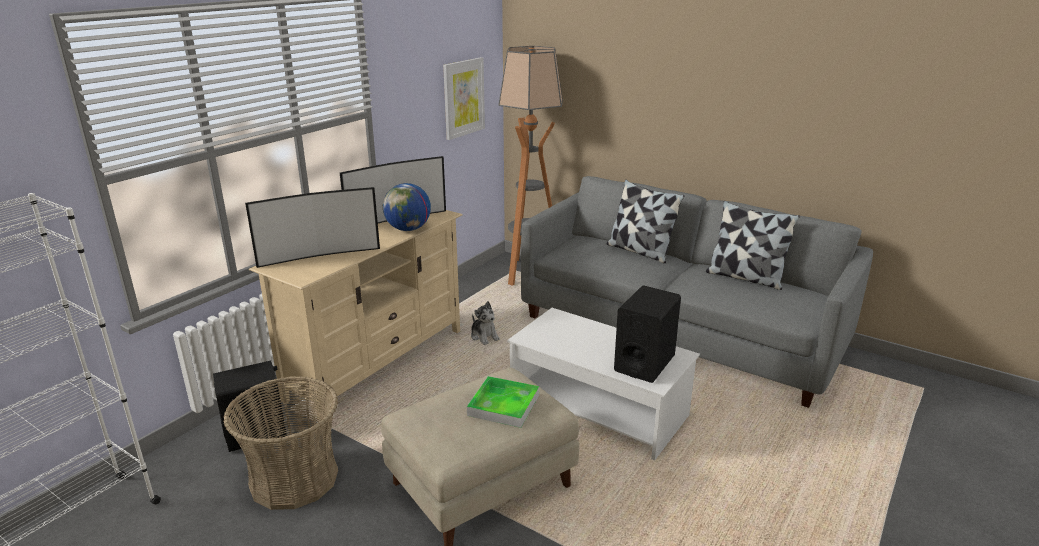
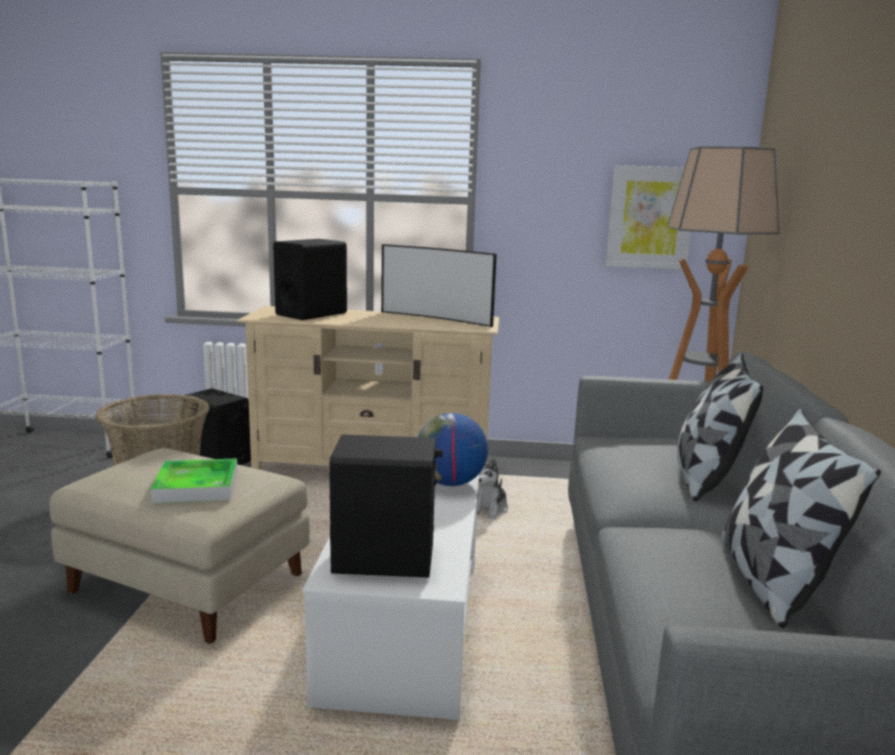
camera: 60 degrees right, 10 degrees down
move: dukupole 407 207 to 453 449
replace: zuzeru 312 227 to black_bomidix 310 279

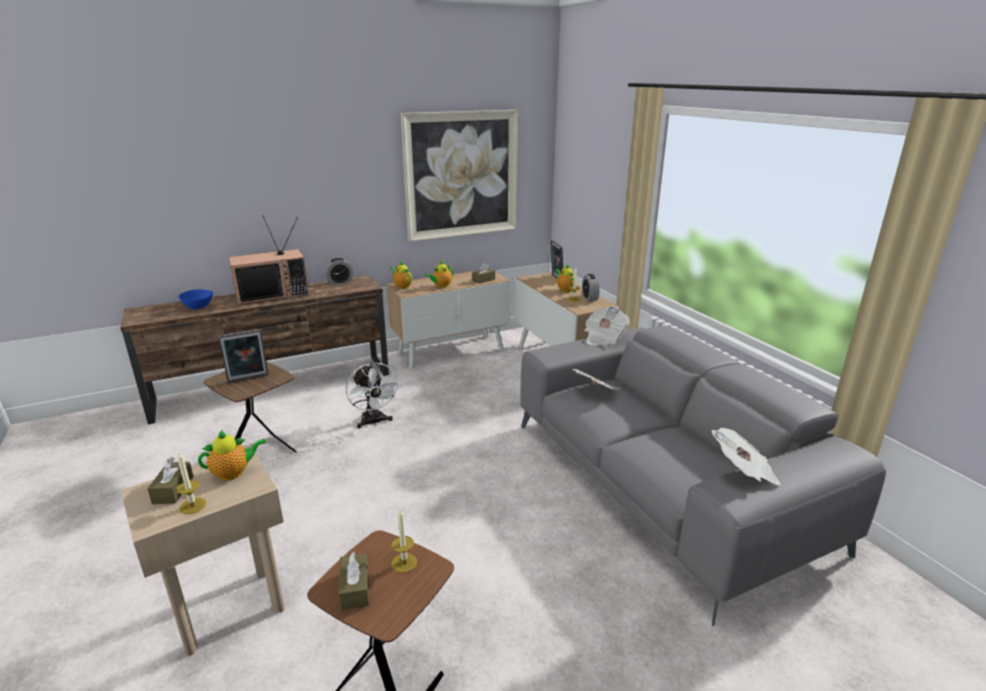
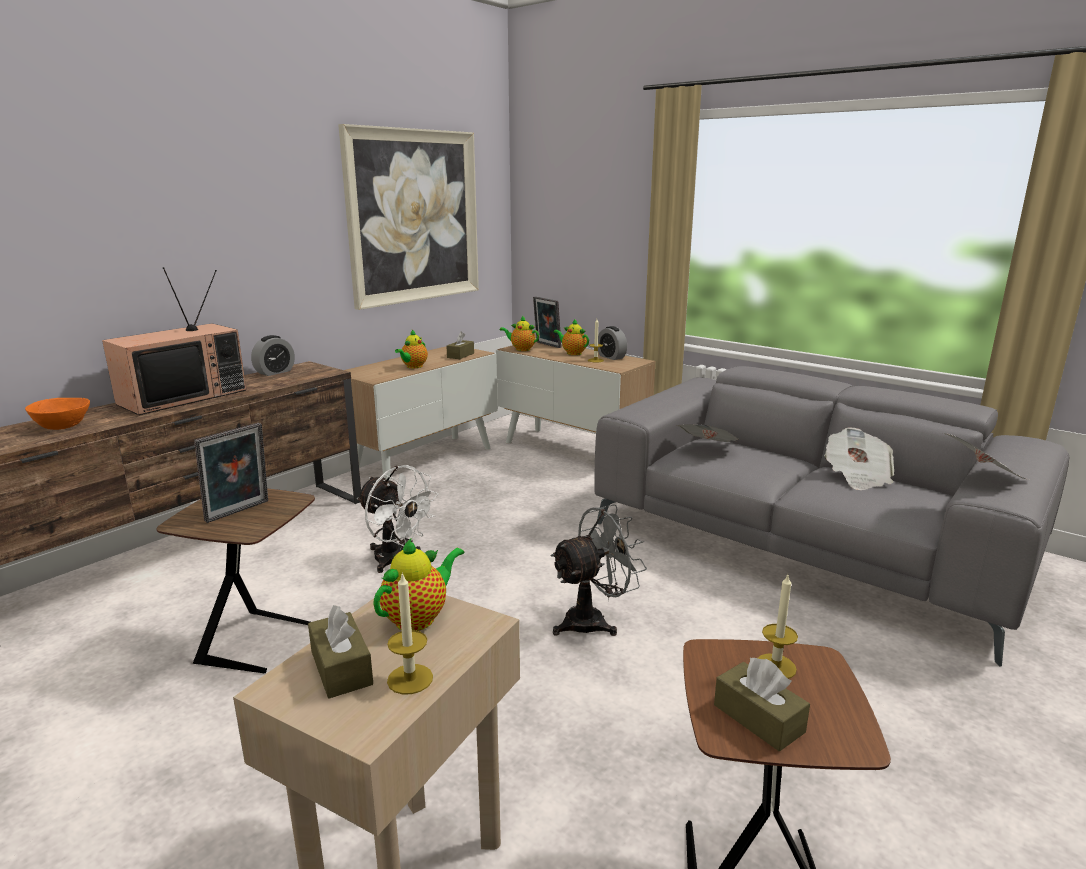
camera: 25 degrees left, 5 degrees down
insert: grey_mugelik 599 570
move: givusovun 401 275 to 519 333; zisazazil 607 325 to 859 458
recolor: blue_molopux 196 299 to orange_molopux 57 414

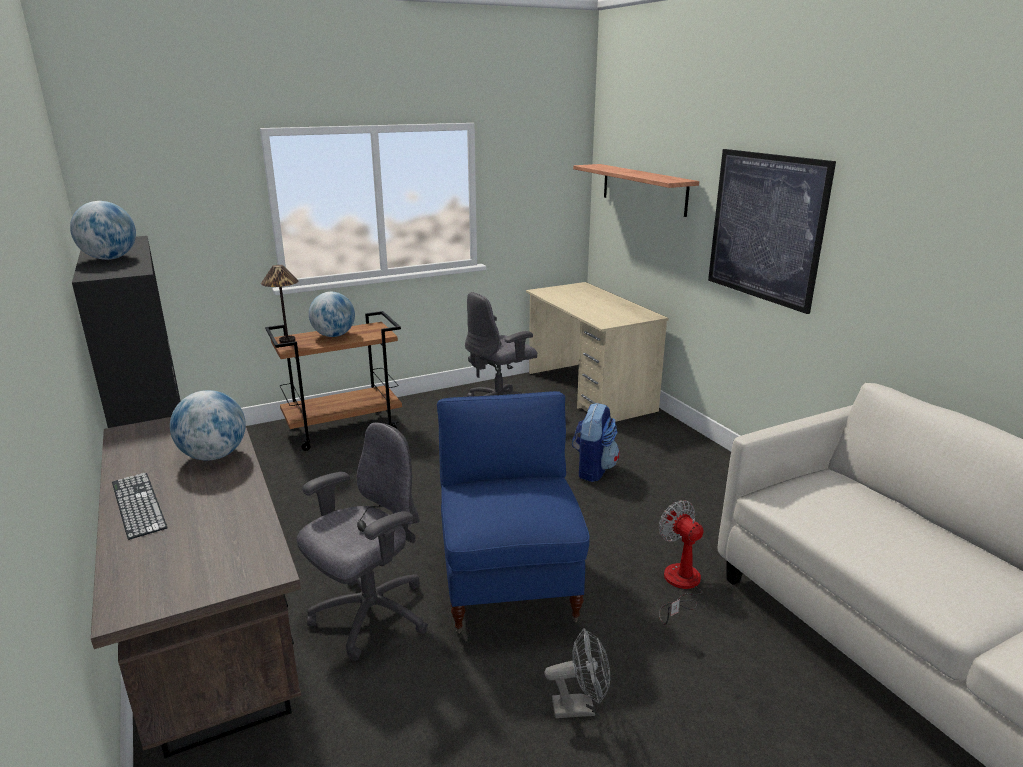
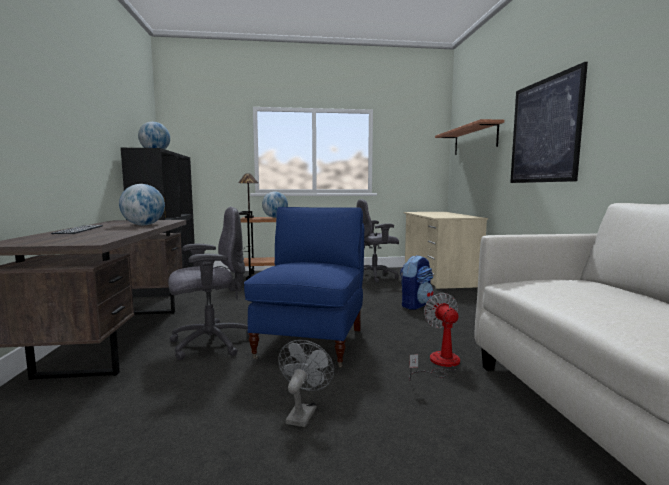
camera: 20 degrees right, 15 degrees down
rotate: grey_mugelik 577 673 = 306 383 90 degrees counterclockwise

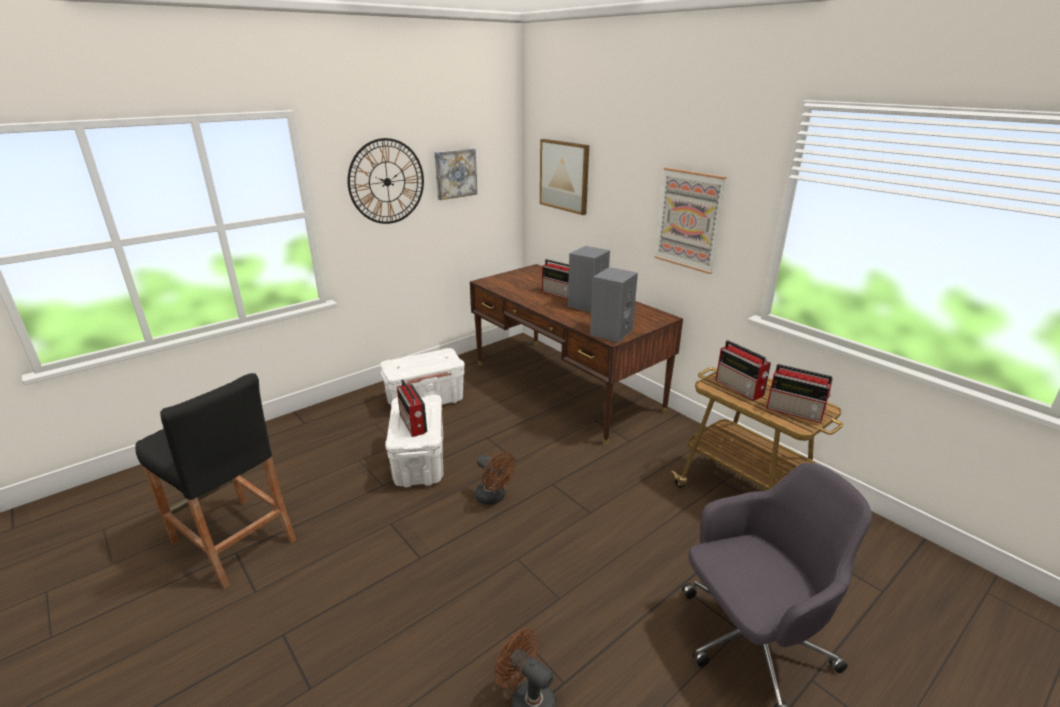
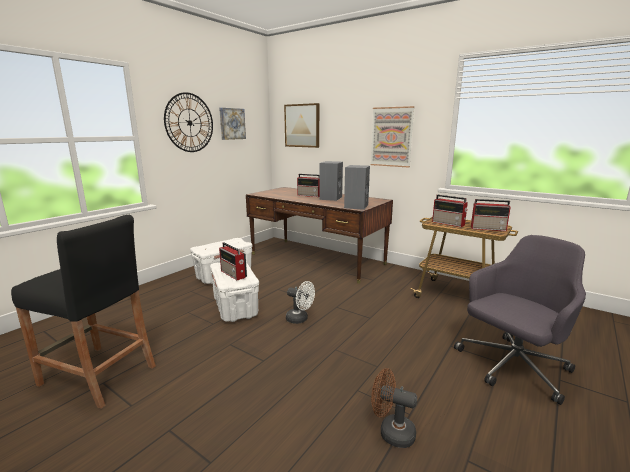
camera: 15 degrees left, 10 degrees down
recolor: brown_mugelik 495 478 to white_mugelik 300 302

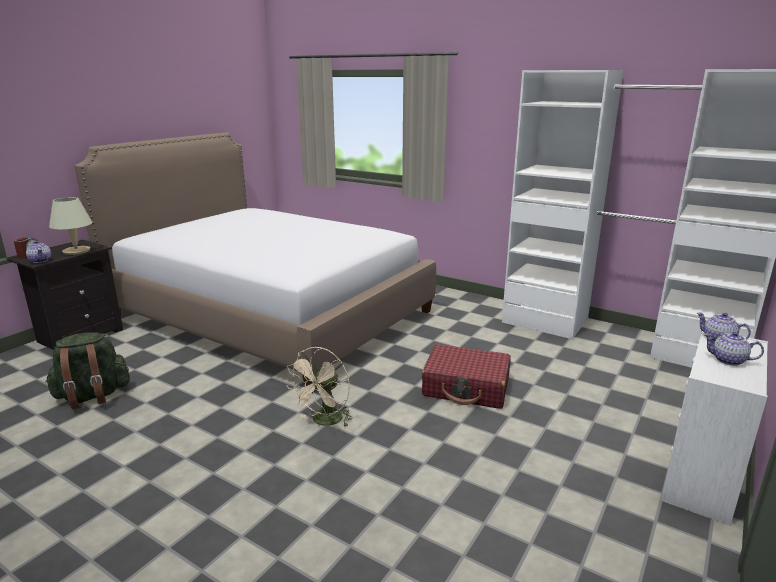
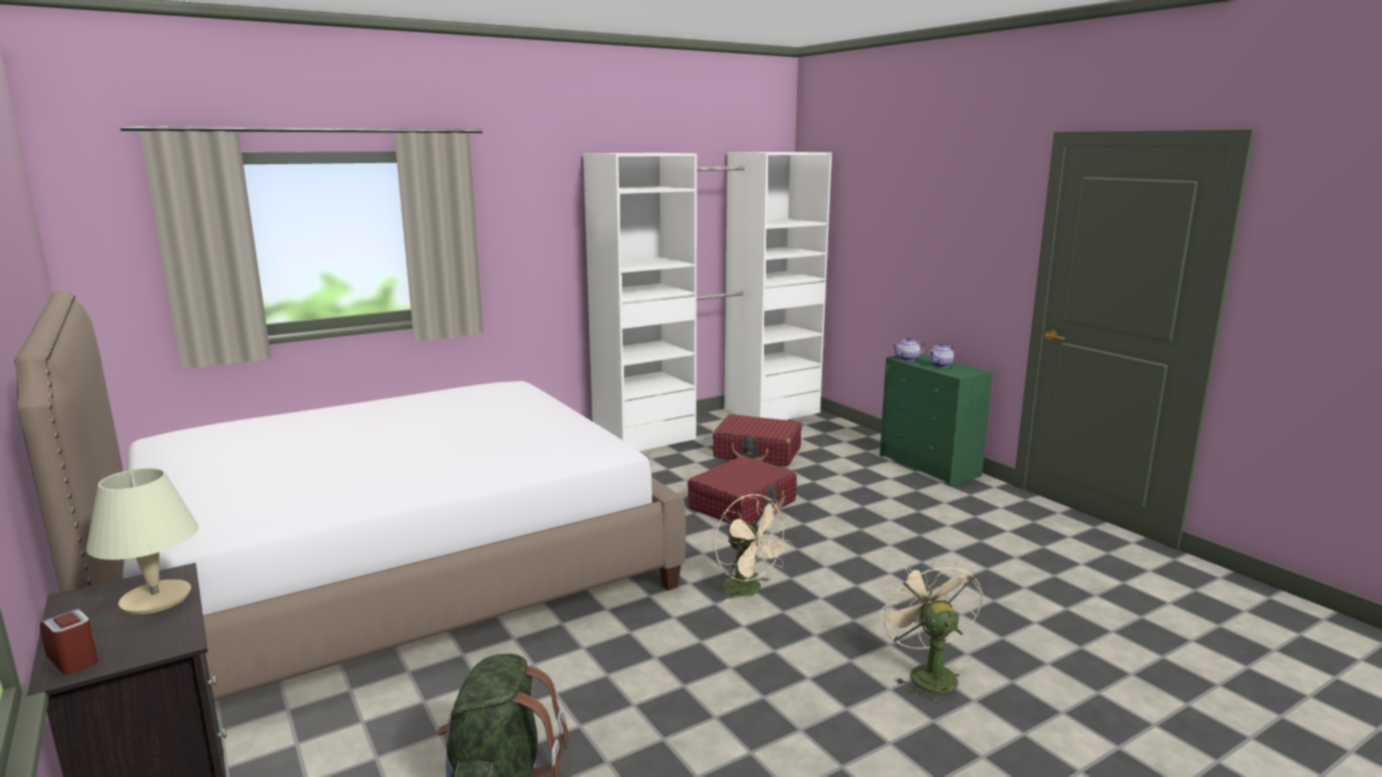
camera: 65 degrees left, 5 degrees down
delete: givusovun 38 252
insert: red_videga 757 440; beige_mugelik 931 630
recolor: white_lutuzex 714 428 to green_lutuzex 936 420

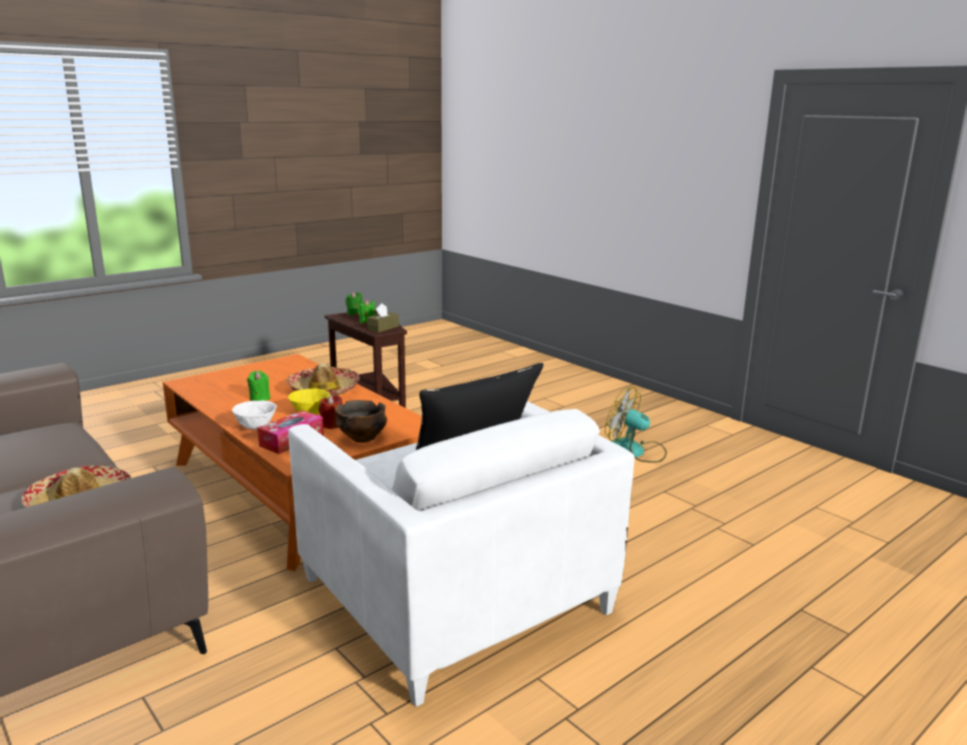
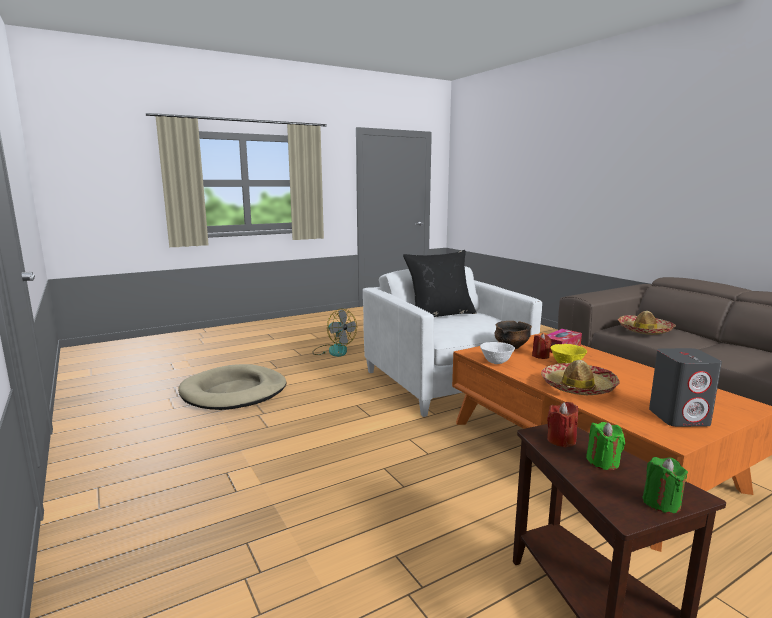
camera: 170 degrees left, 5 degrees down
delete: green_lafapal 258 386
insert: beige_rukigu 232 387; grey_bomidix 685 387
move: mugelik 636 425 to 334 332; white_molopux 254 415 to 497 353
replace: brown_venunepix 383 318 to red_lafapal 562 425

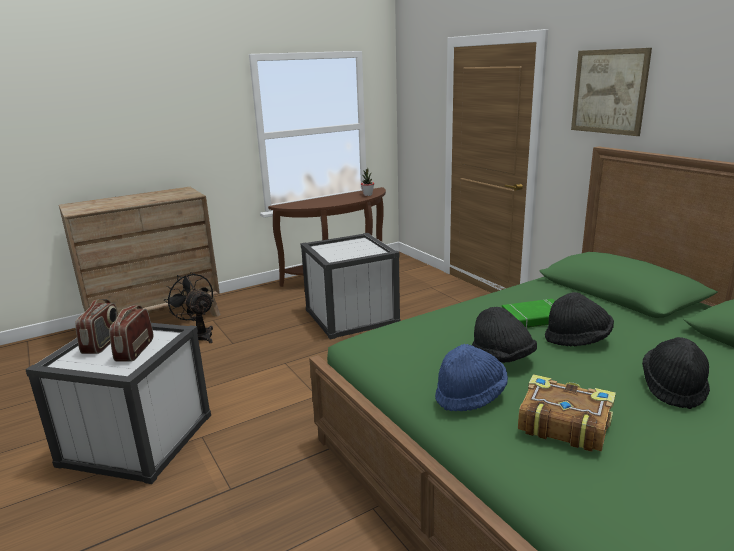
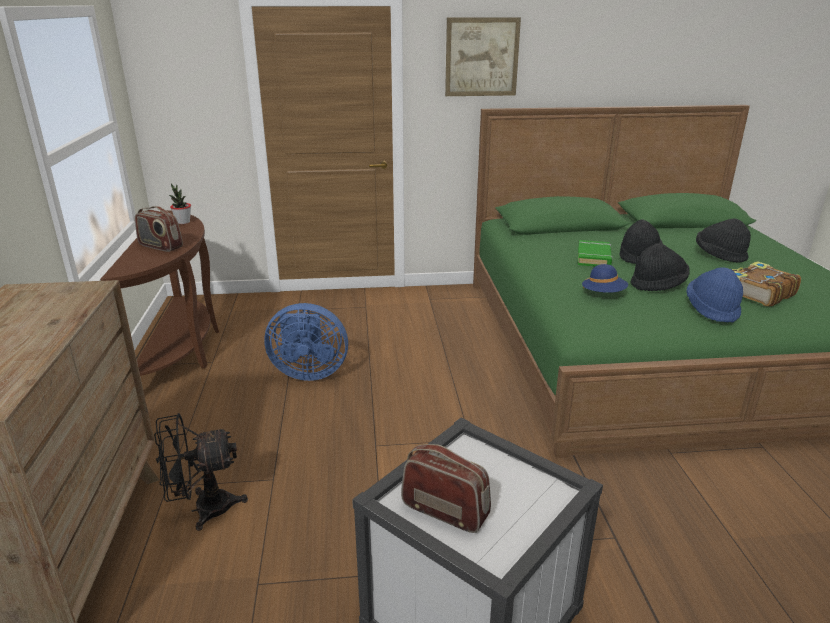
camera: 65 degrees left, 5 degrees up
insert: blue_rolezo 605 278
move: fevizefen 131 333 to 159 229
replace: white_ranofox 350 286 to blue_mugelik 306 342

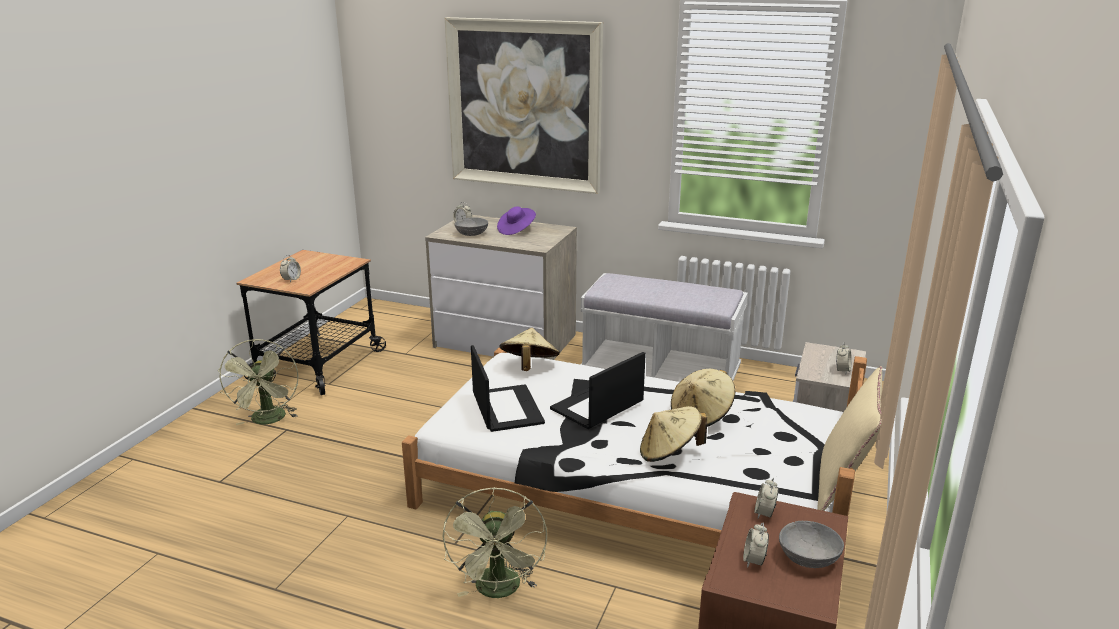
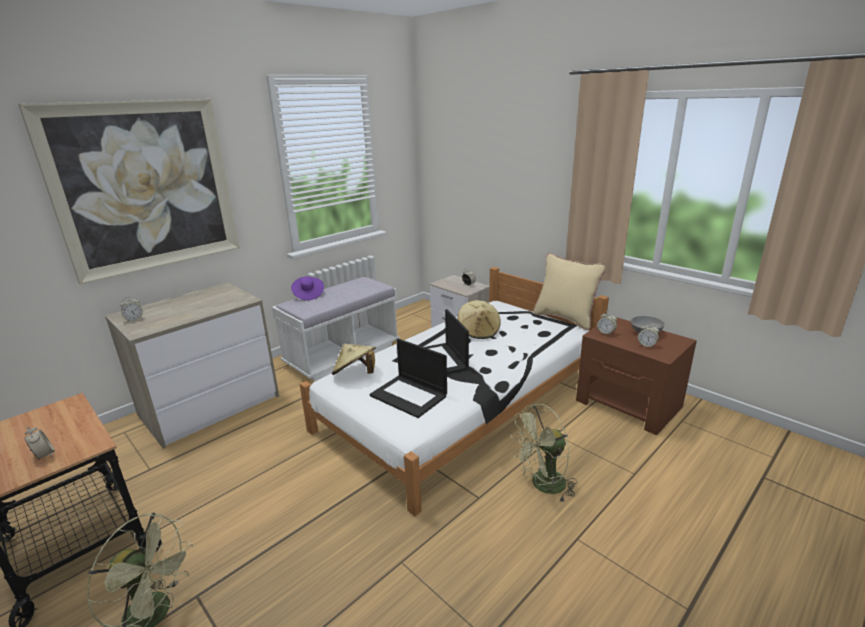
camera: 65 degrees left, 0 degrees up
delete: grey_molopux 471 226; beige_rolezo 673 434
move: purple_rolezo 516 221 to 307 288
rotate: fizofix 508 388 = 408 378 150 degrees counterclockwise; green_mugelik 494 542 = 544 453 135 degrees clockwise

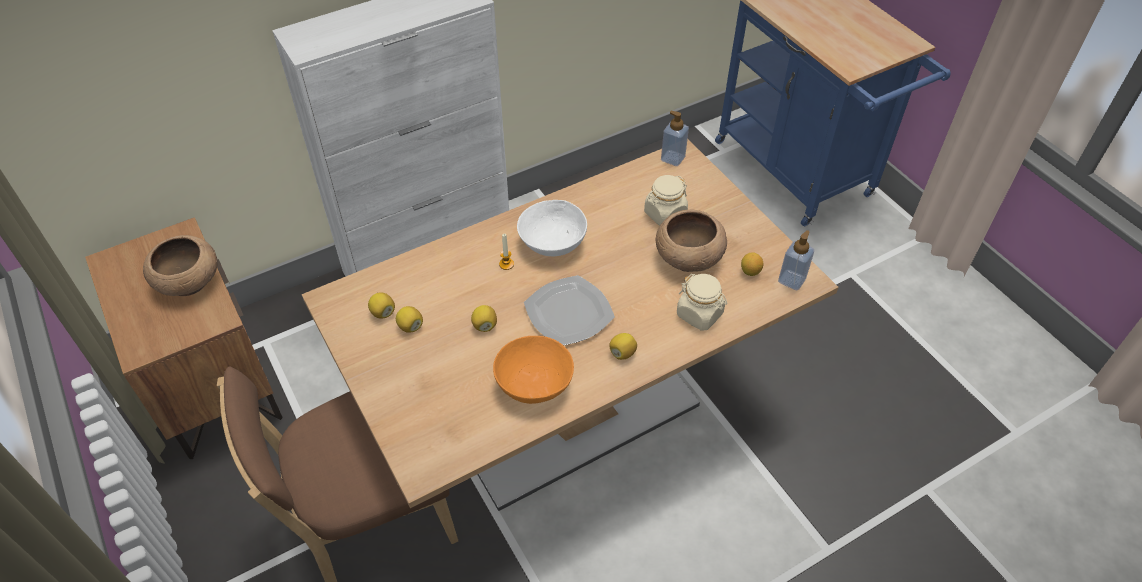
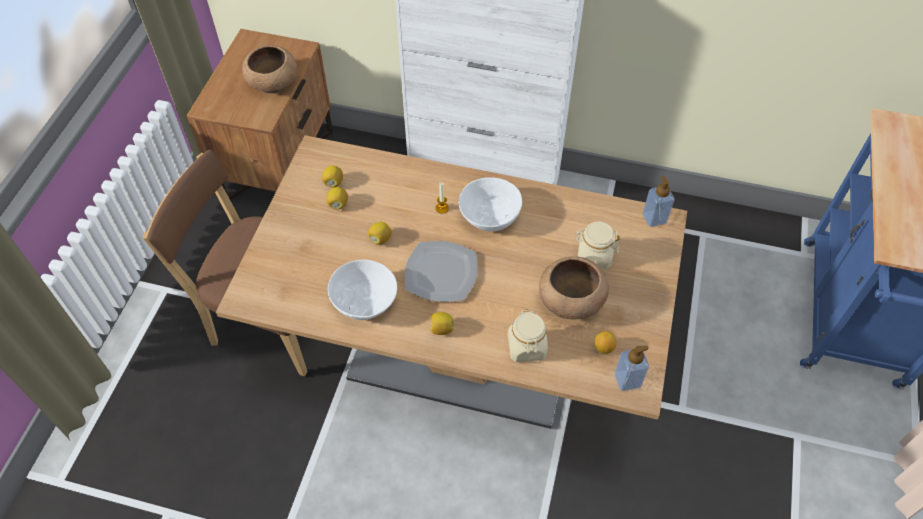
camera: 45 degrees right, 5 degrees up
recolor: orange_molopux 533 370 to white_molopux 362 290

